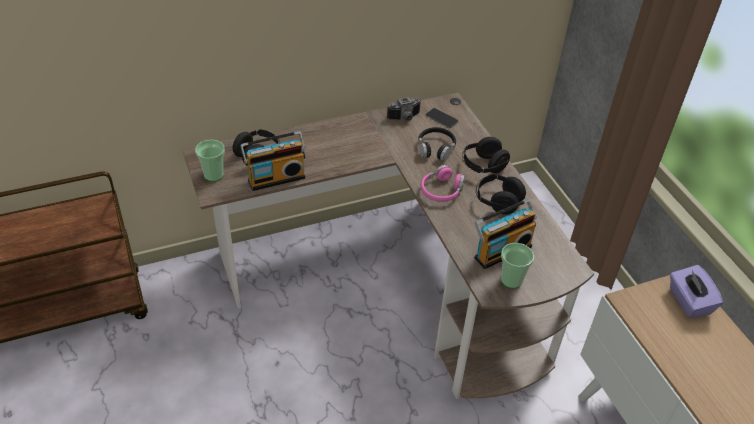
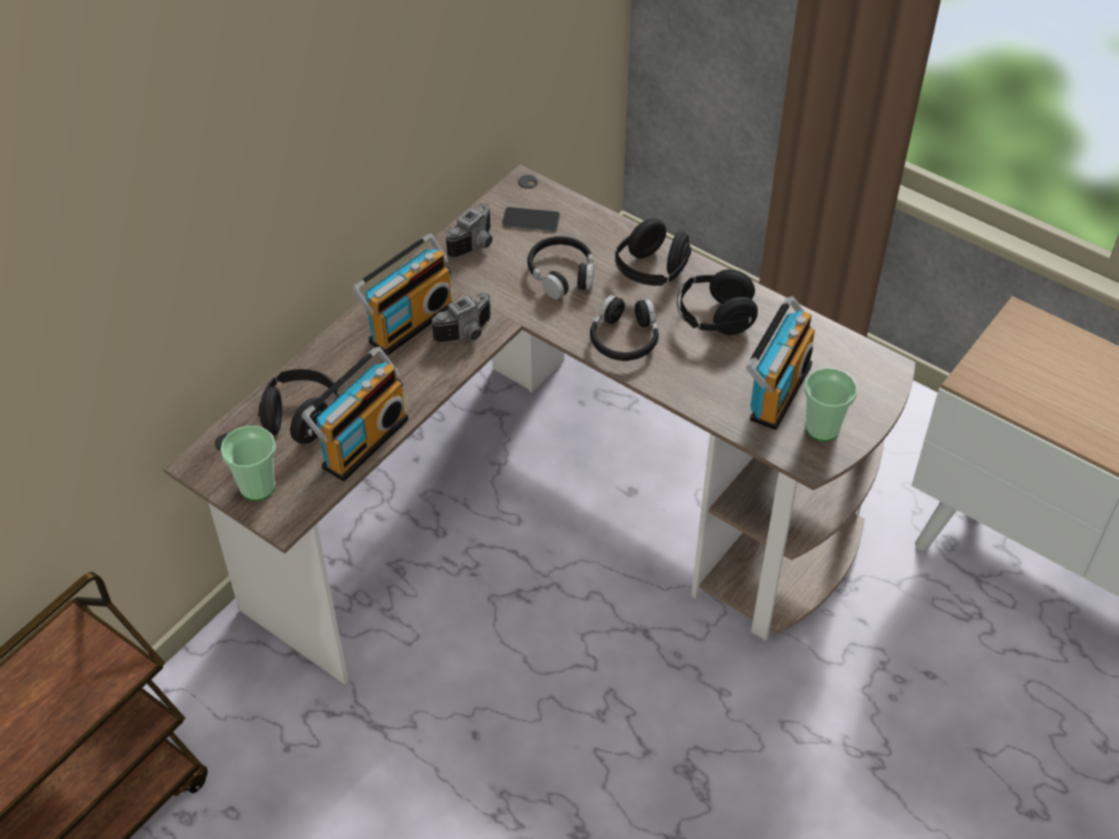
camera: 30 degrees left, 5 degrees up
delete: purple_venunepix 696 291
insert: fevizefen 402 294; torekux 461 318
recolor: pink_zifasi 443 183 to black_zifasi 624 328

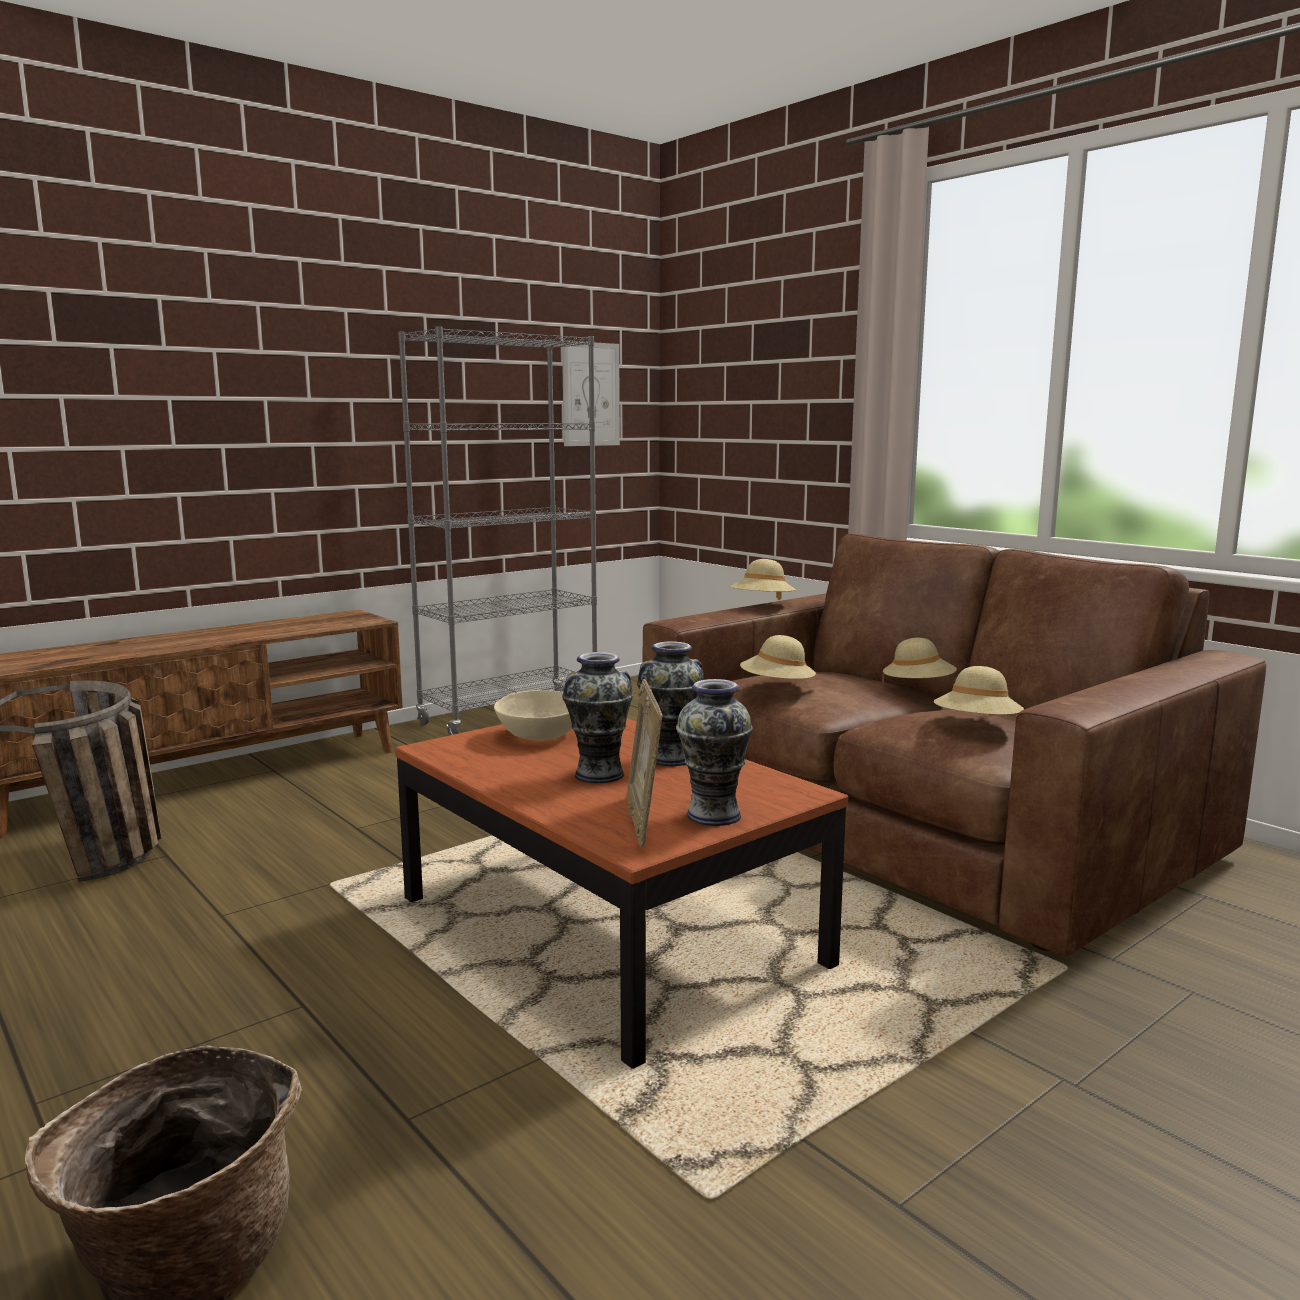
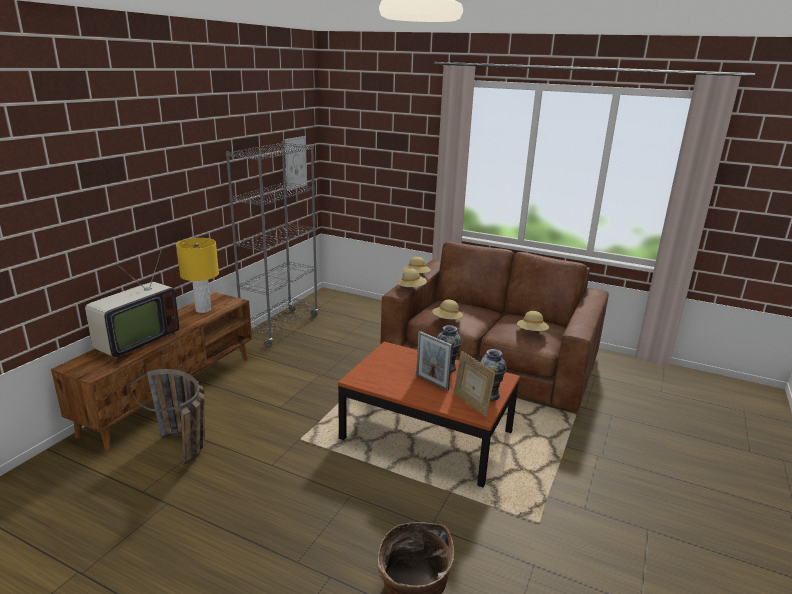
camera: 25 degrees left, 10 degrees up
delete: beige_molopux 533 715
insert: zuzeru 132 304; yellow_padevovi 197 275
move: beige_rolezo 919 661 to 412 277
replace: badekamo 597 717 to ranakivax 434 361

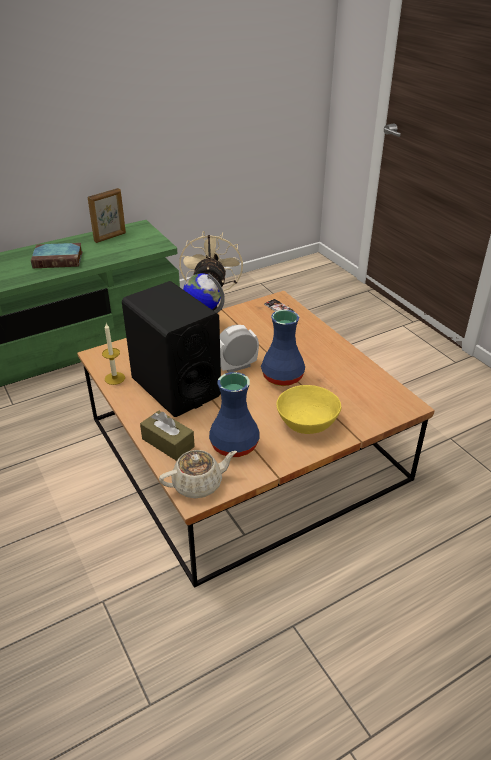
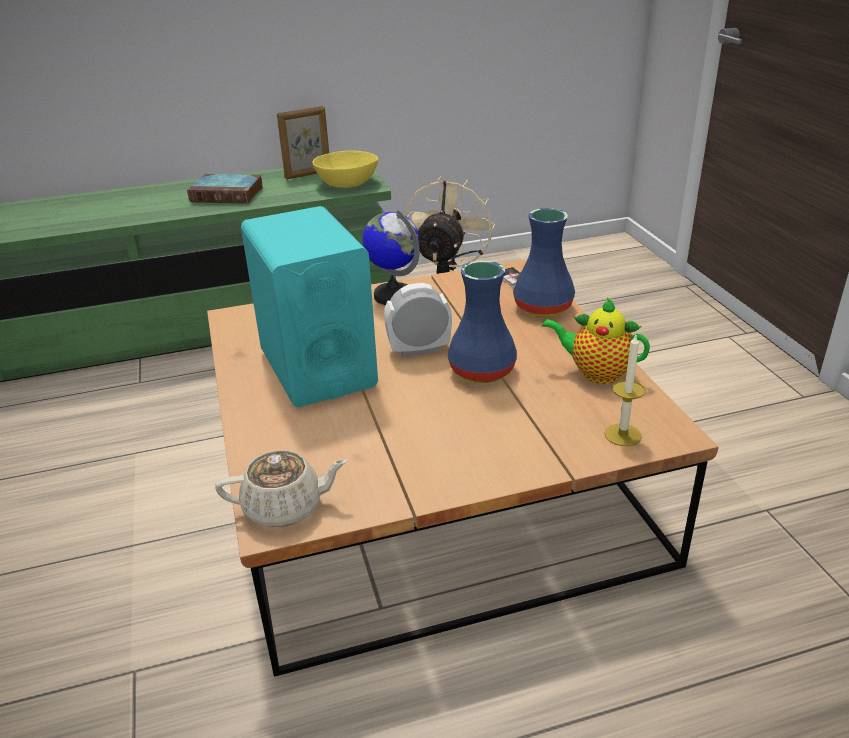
camera: 15 degrees right, 5 degrees down
delete: brown_venunepix 167 436
insert: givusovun 596 340
move: yellow_molopux 308 409 to 345 169; blue_badekamo 234 414 to 544 262; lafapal 113 354 to 624 390
recolor: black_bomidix 171 349 to turquoise_bomidix 309 306

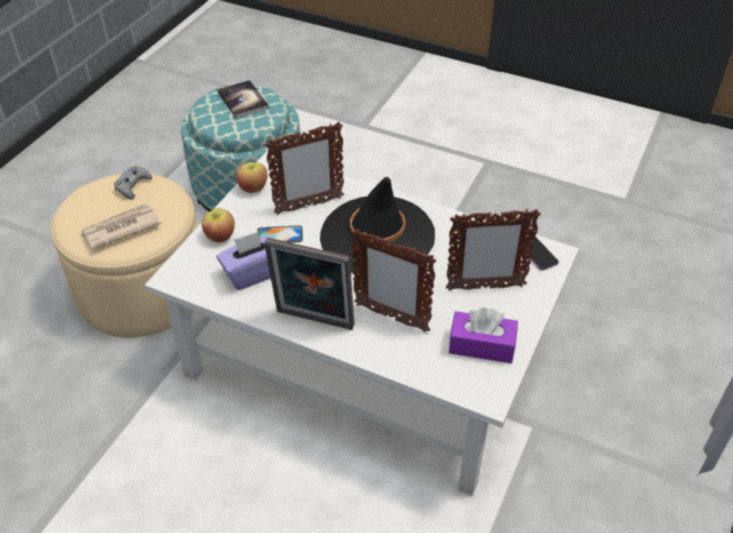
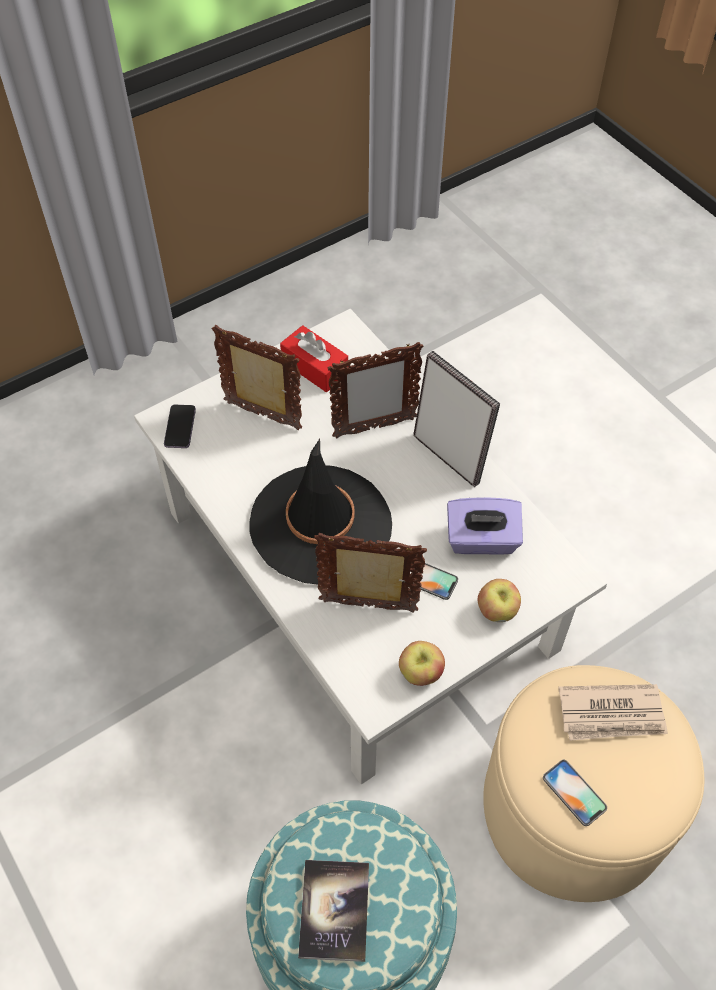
camera: 150 degrees left, 10 degrees up
replace: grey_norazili 133 183 to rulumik 575 793
recolor: purple_venunepix 483 335 to red_venunepix 314 358
rotate: ranakivax 394 280 = 375 390 105 degrees clockwise

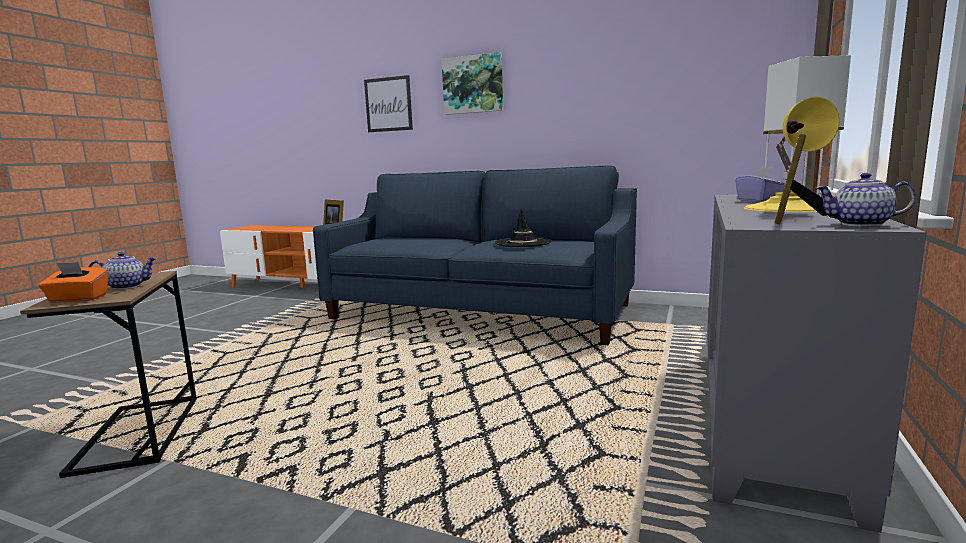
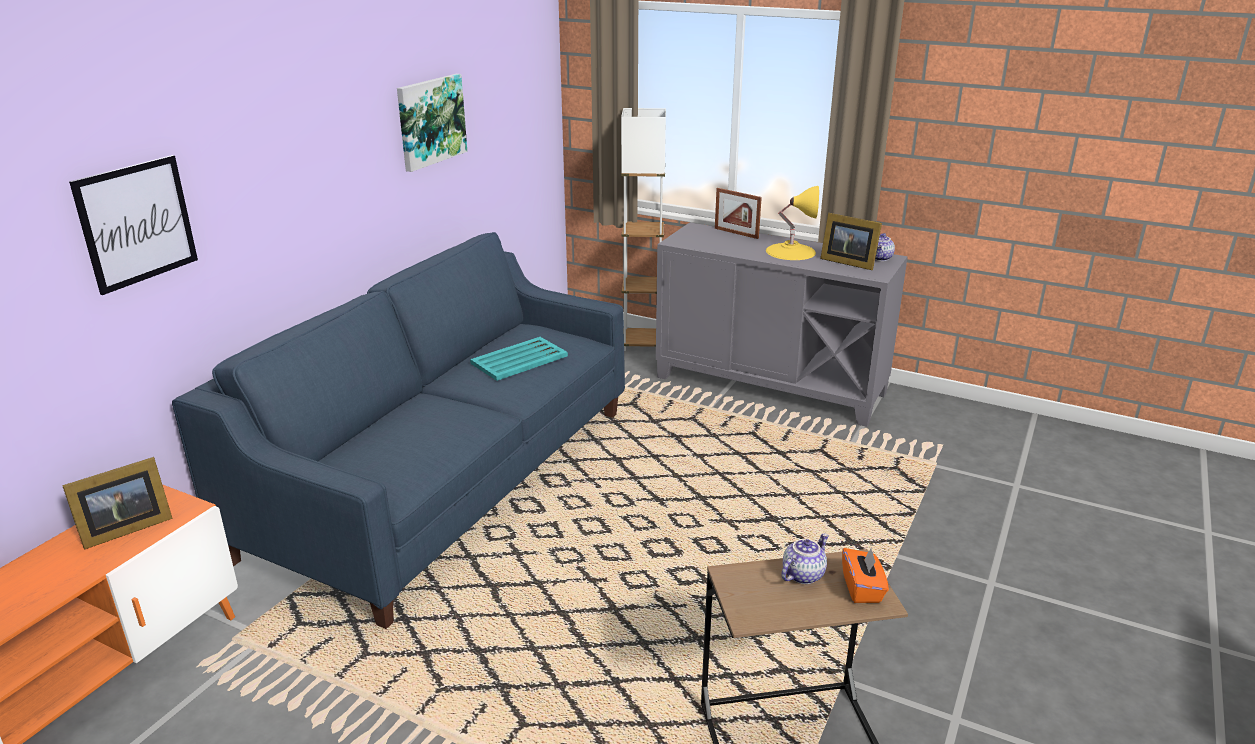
camera: 85 degrees left, 15 degrees up
delete: purple_venunepix 760 184
move: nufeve 472 83 to 432 123
replace: black_rolezo 523 228 to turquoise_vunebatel 519 359
rotate: givusovun 123 271 = 805 559 60 degrees clockwise

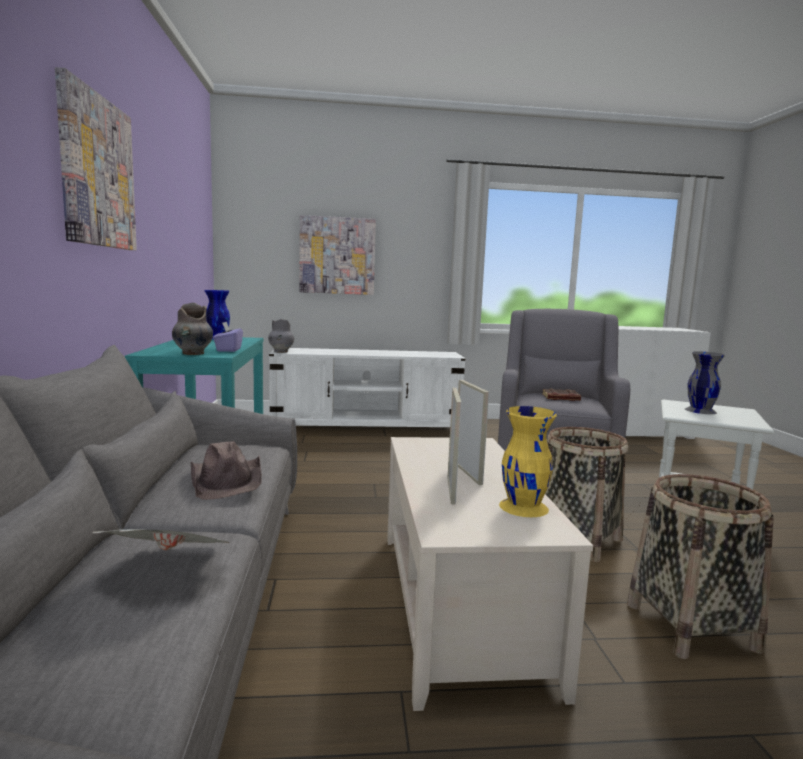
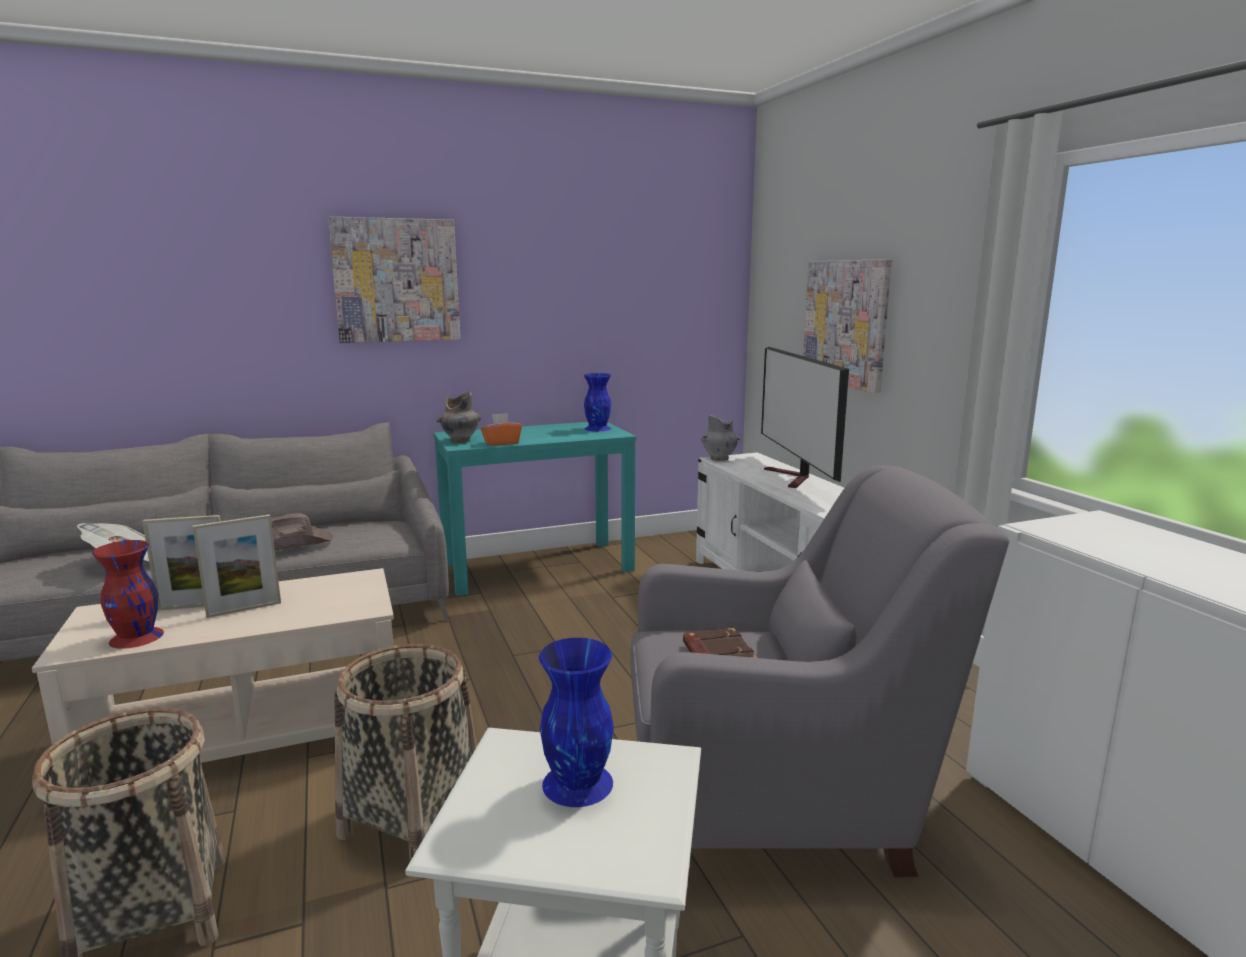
camera: 75 degrees right, 5 degrees up
insert: zuzeru 805 417
recolor: yellow_badekamo 528 461 to red_badekamo 128 594; purple_venunepix 228 336 to orange_venunepix 501 429; grey_badekamo 705 382 to blue_badekamo 576 722

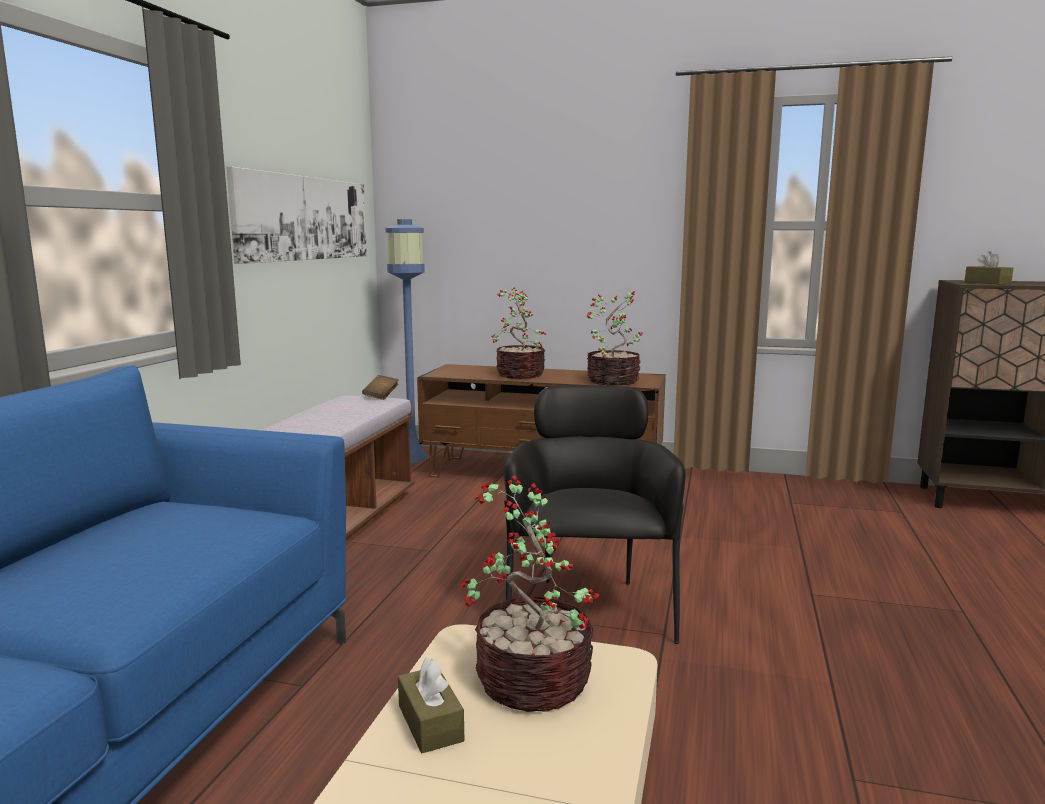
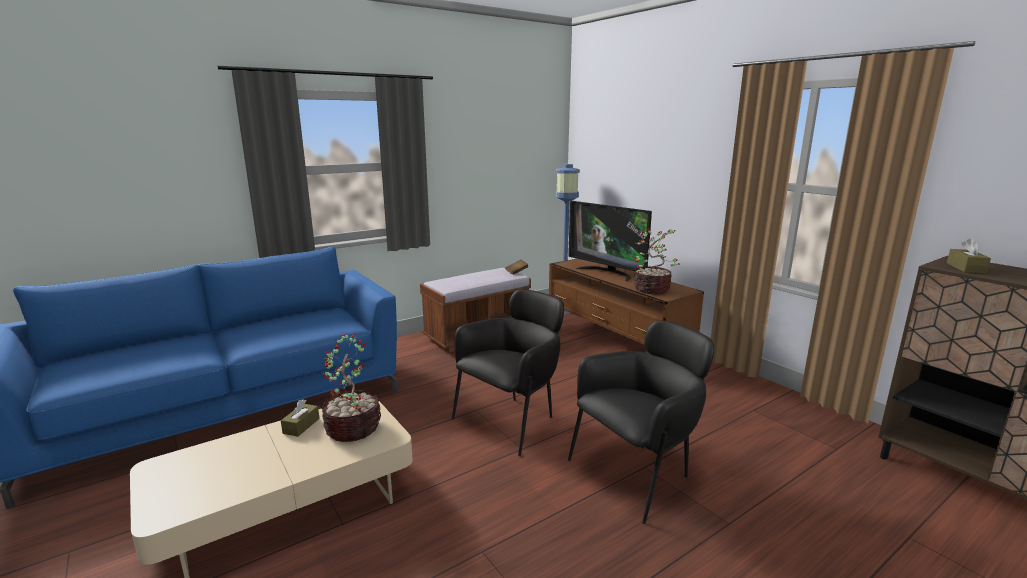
camera: 40 degrees right, 5 degrees up
delete: nufeve 297 215
insert: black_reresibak 641 422
replace: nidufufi 519 333 to zuzeru 610 241

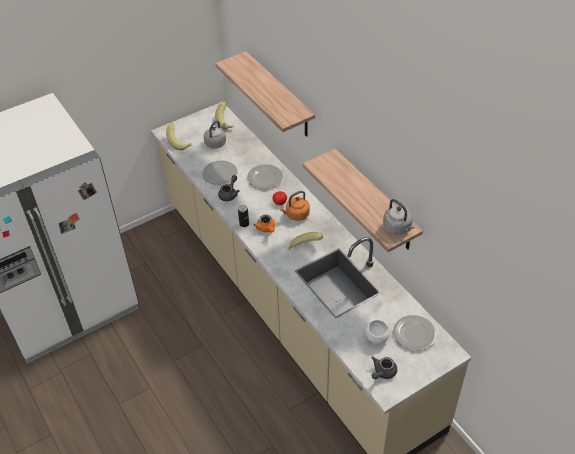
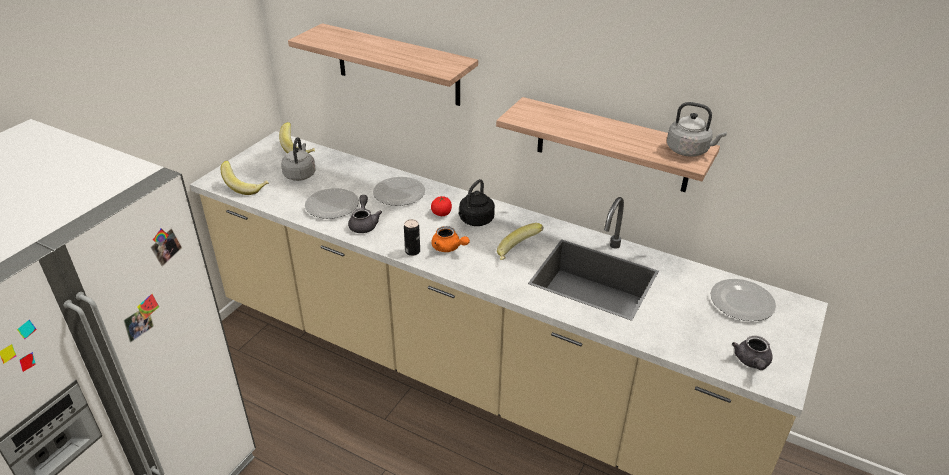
camera: 30 degrees left, 10 degrees down
delete: white_molopux 378 332
recolor: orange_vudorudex 295 206 to black_vudorudex 476 202

